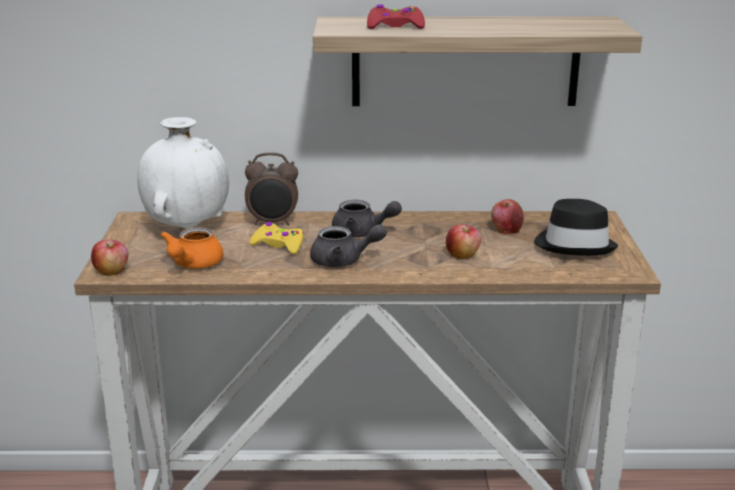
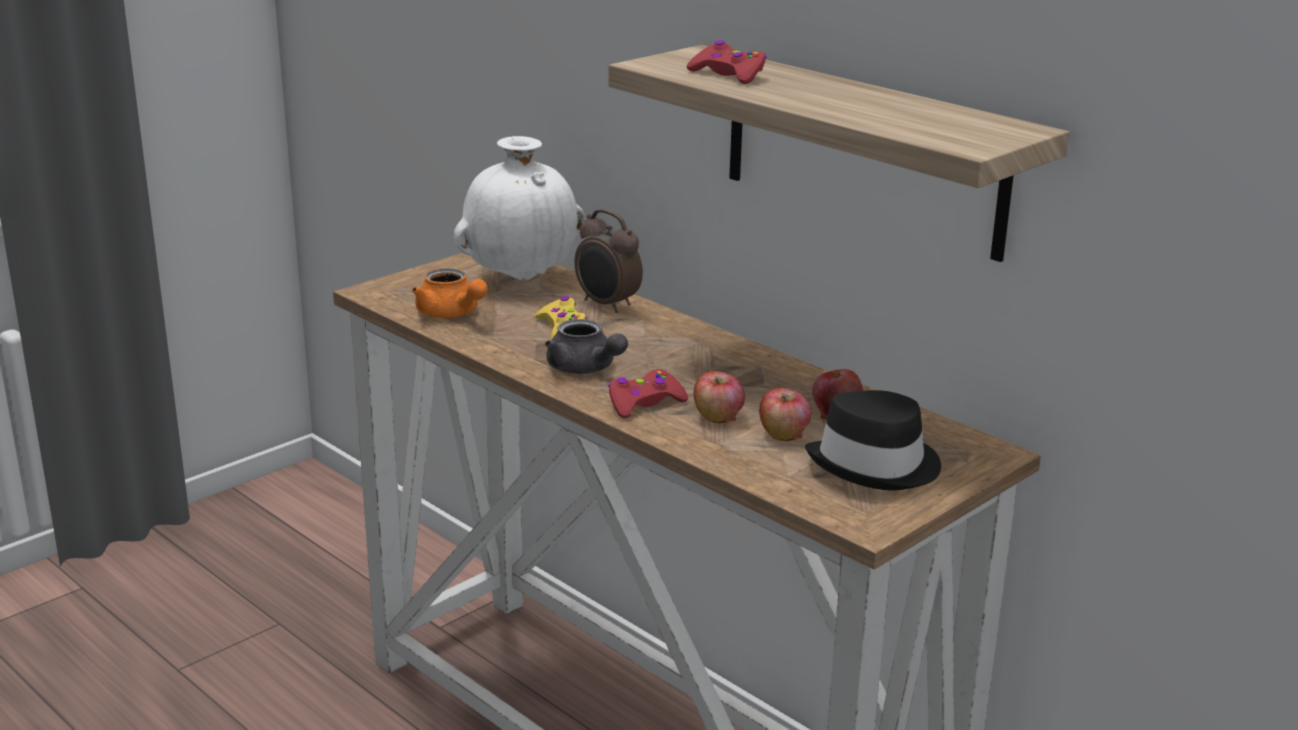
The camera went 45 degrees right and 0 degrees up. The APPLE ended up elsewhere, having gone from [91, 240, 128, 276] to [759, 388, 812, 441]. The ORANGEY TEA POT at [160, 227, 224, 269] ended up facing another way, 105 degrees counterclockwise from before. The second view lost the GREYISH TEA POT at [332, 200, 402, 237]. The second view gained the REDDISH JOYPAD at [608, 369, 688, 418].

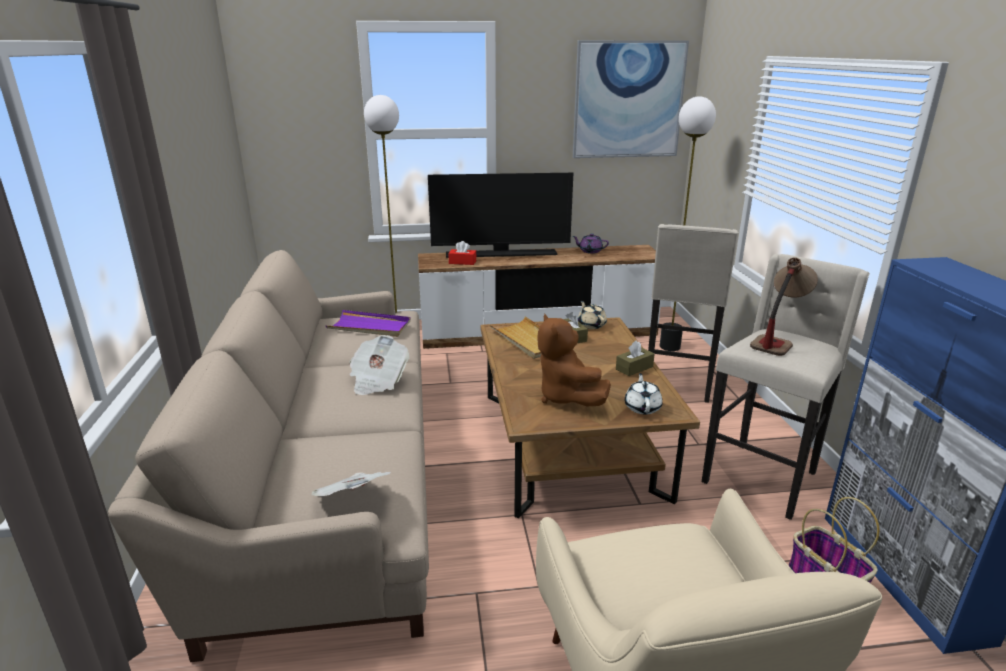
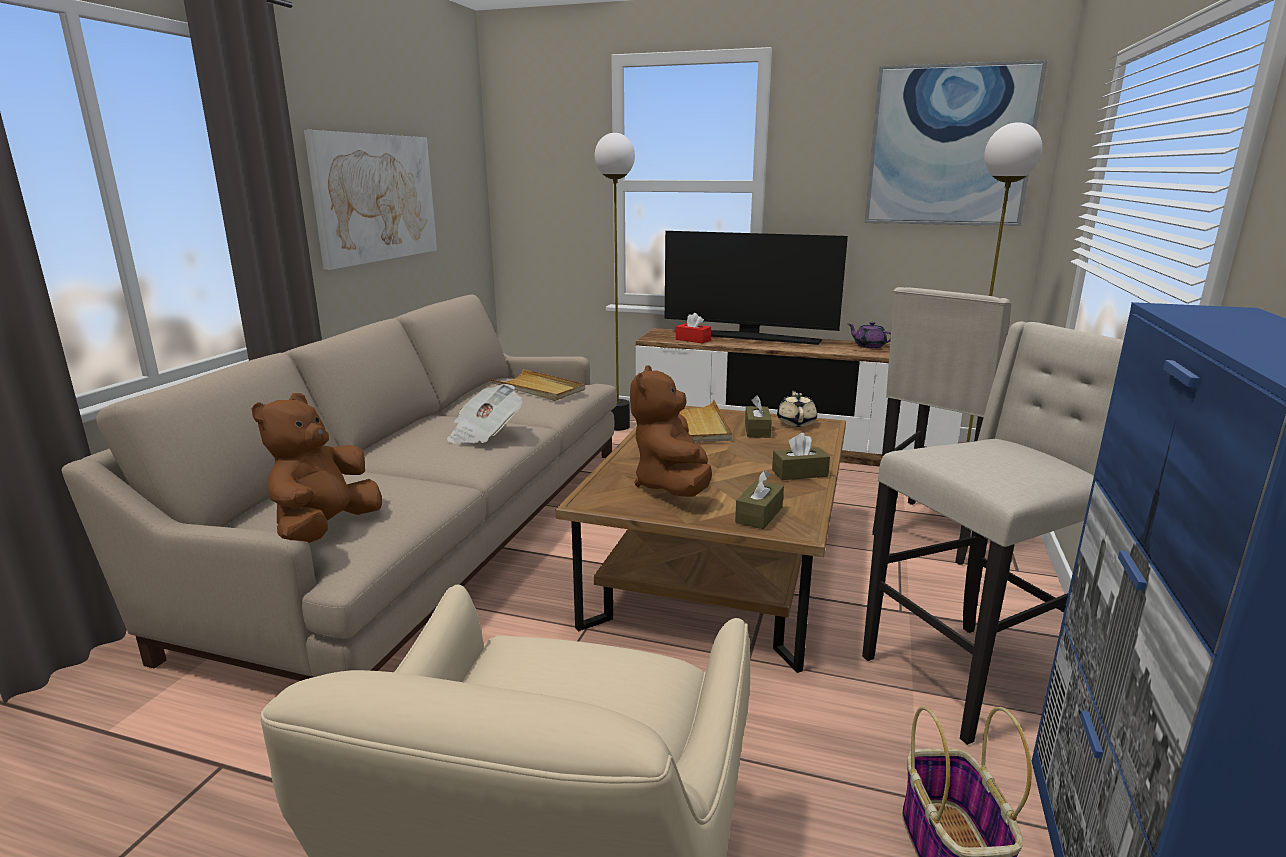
The camera went 25 degrees right and 5 degrees down. Where the NEWSPAPER stood at [311, 472, 391, 496], the BROWN-COLOURED PLUSH TOY came to stand at [252, 393, 382, 543]. What was the PURPLE-COLOURED TRAY at [326, 310, 411, 337] turned into the BEIGE-COLOURED TRAY at [489, 369, 585, 401]. Where the WHITE TEA POT stood at [624, 373, 663, 414], the BROWN-COLOURED TISSUE BOX came to stand at [735, 471, 784, 529]. The second view lost the LAMP FOR A TABLE at [750, 257, 818, 356]. The second view gained the WALL PICTURE at [304, 130, 437, 270].

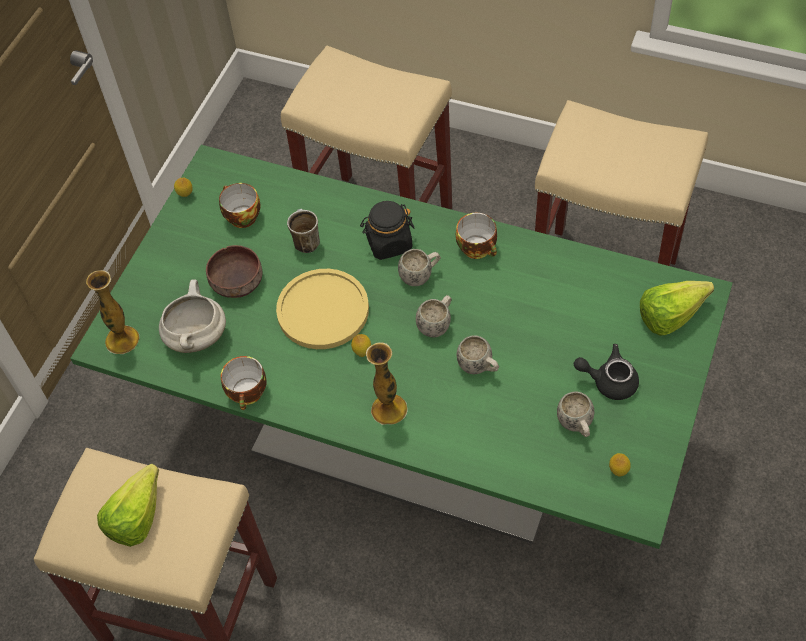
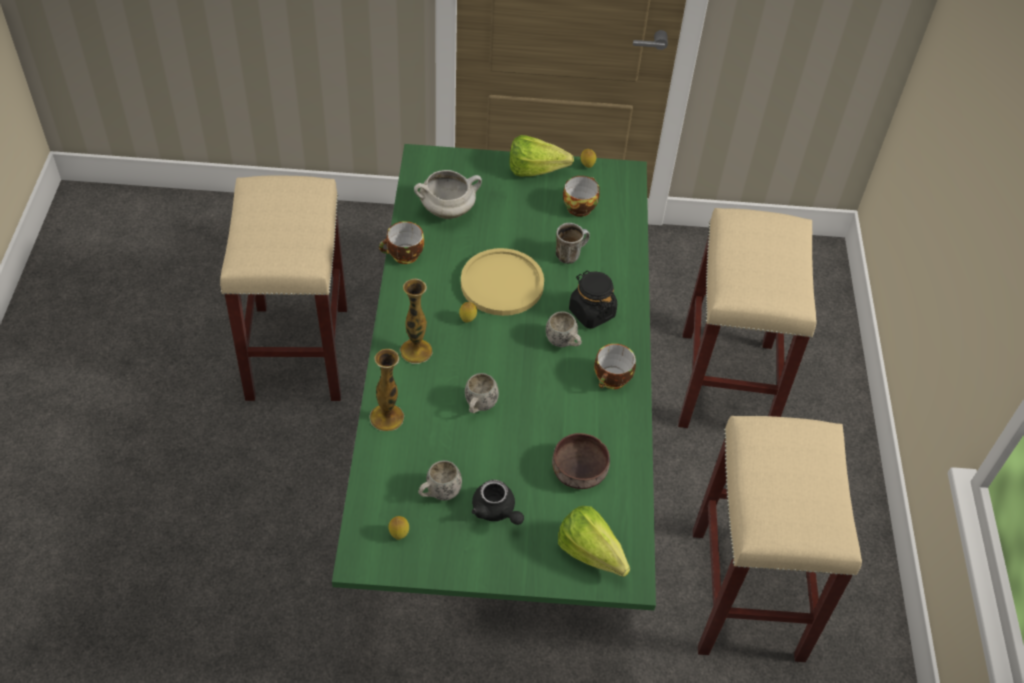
The camera went 65 degrees right and 5 degrees down. The VASE ended up elsewhere, having gone from [86, 270, 139, 354] to [370, 349, 404, 431]. The HEAD OF LETTUCE ended up elsewhere, having gone from [97, 464, 159, 547] to [509, 135, 574, 176]. The BROWN-COLOURED DEEP DISH ended up elsewhere, having gone from [206, 245, 262, 298] to [552, 433, 610, 489]. The second view lost the WHITE COFFEE MUG at [416, 295, 452, 337]. The BLACK TEA POT at [574, 344, 639, 400] ended up facing another way, 150 degrees clockwise from before.

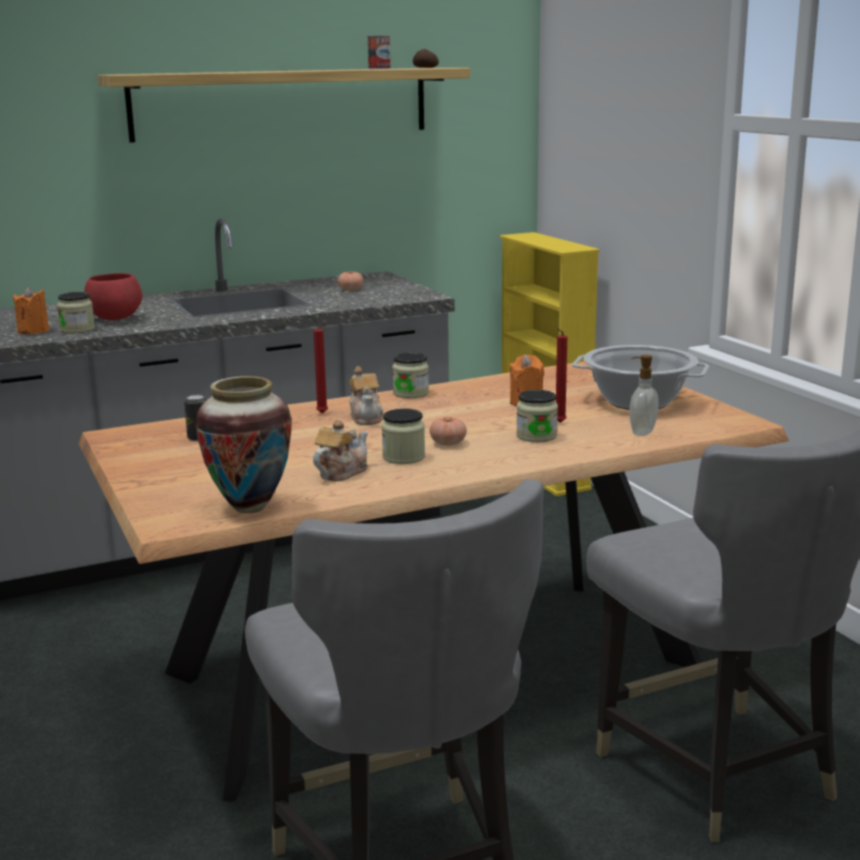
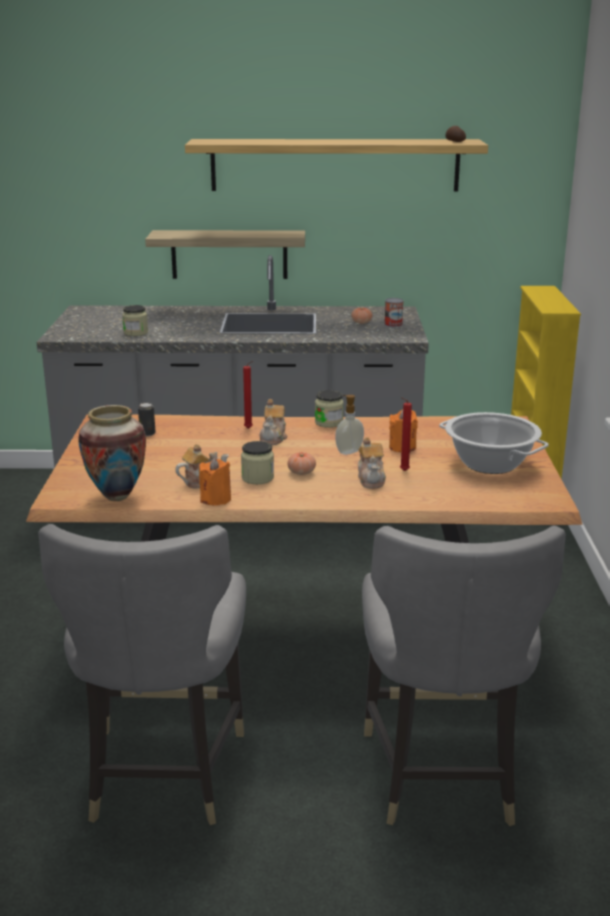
The camera went 25 degrees right and 5 degrees up. The ORANGEY WAX LIGHT ended up elsewhere, having gone from [13, 287, 49, 334] to [199, 457, 231, 505]. The second view lost the REDDISH DEEP DISH at [84, 273, 142, 320]. The SEALED CAN ended up elsewhere, having gone from [367, 35, 391, 69] to [384, 298, 404, 327]. Where the JAR stood at [516, 390, 558, 442], the TEA POT came to stand at [358, 437, 386, 488]. The SOAP DISPENSER ended up elsewhere, having gone from [630, 355, 659, 436] to [335, 395, 364, 455]. The second view gained the SHELF at [145, 230, 305, 279].

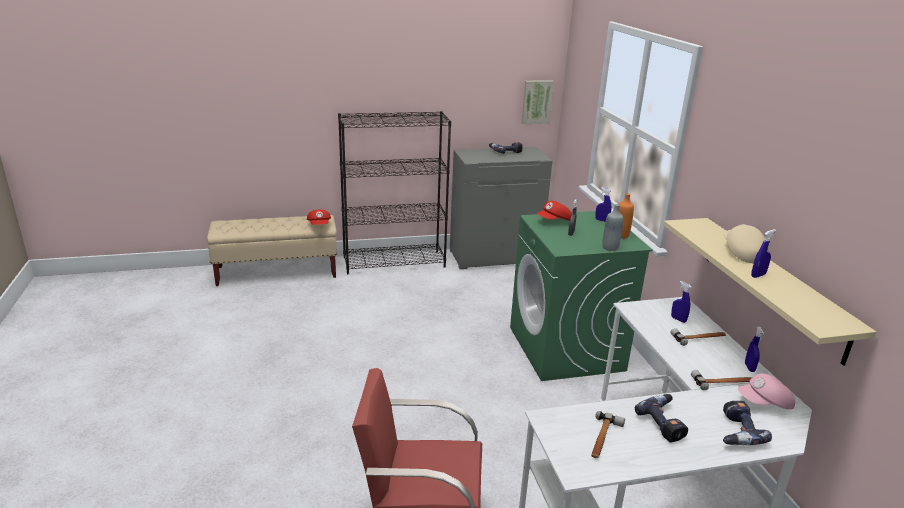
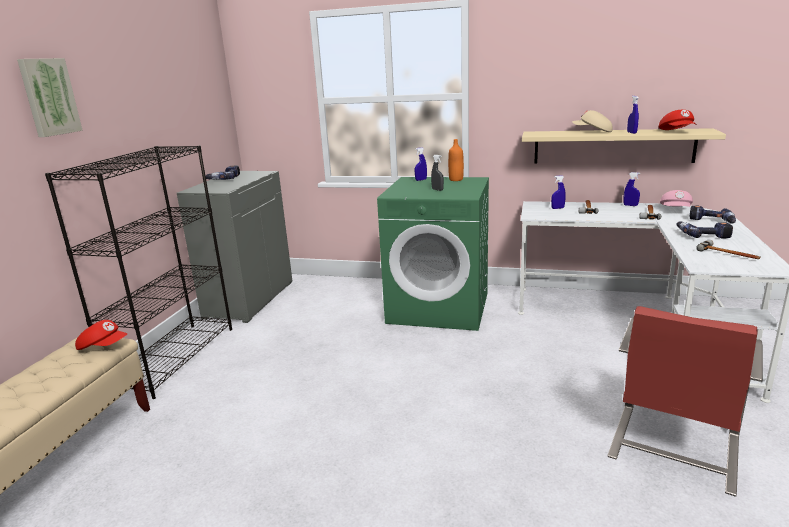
The camera went 60 degrees left and 5 degrees down. The WALL PICTURE ended up elsewhere, having gone from [522, 80, 554, 124] to [17, 58, 83, 137]. The REDDISH CAP ended up elsewhere, having gone from [537, 201, 572, 221] to [659, 110, 697, 130]. The second view lost the GREYISH BEVERAGE BOTTLE at [602, 204, 623, 251].

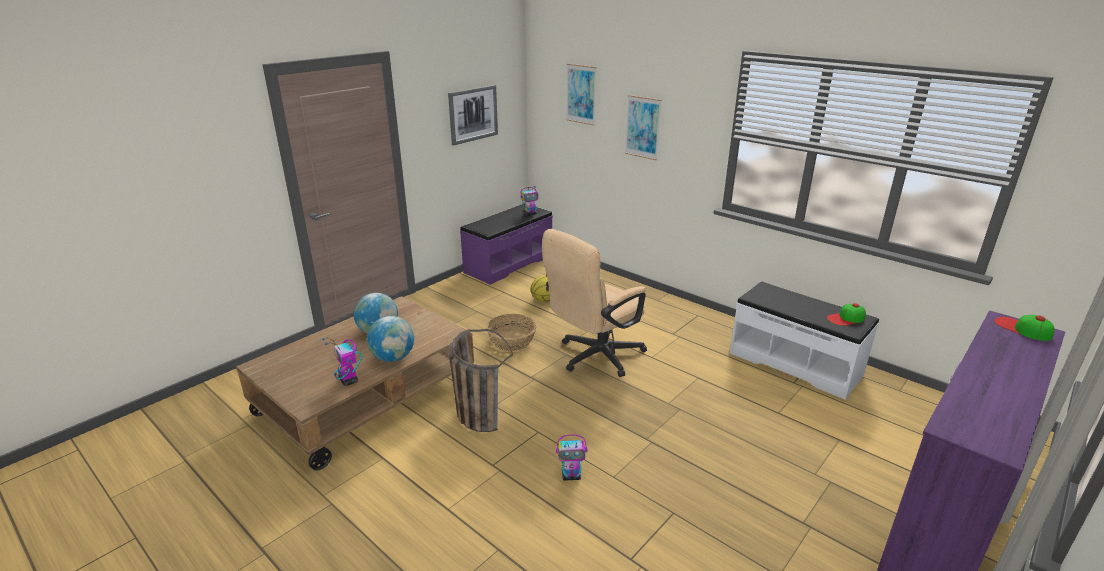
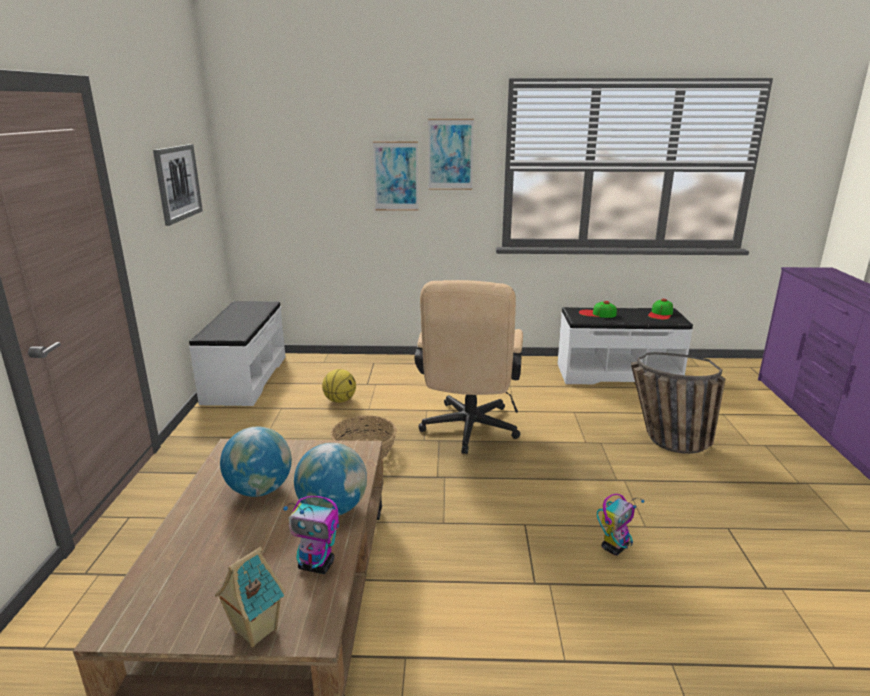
The camera went 40 degrees left and 5 degrees down. The HOUSEHOLD BASKET ended up elsewhere, having gone from [448, 329, 513, 432] to [631, 352, 726, 454]. What was the PURPLE-COLOURED LONG SEAT at [460, 204, 553, 285] turned into the WHITE LONG SEAT at [189, 301, 286, 406]. The second view lost the ROBOT FIGURE at [521, 186, 538, 216]. The WALL PICTURE ended up elsewhere, having gone from [566, 63, 597, 125] to [428, 119, 474, 190]. The CAP ended up elsewhere, having gone from [994, 315, 1055, 341] to [579, 301, 617, 318]. The second view gained the MINIATURE HOUSE at [215, 547, 286, 647].

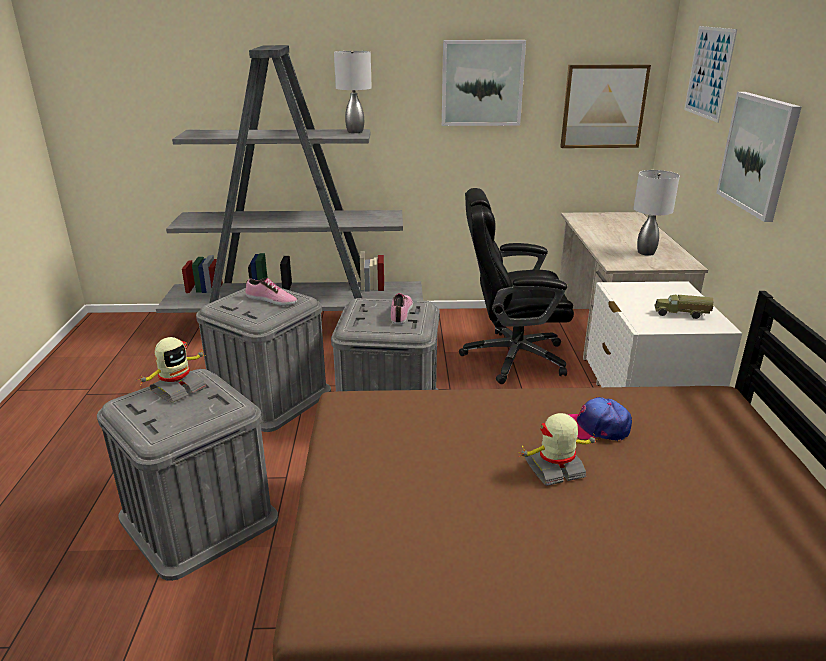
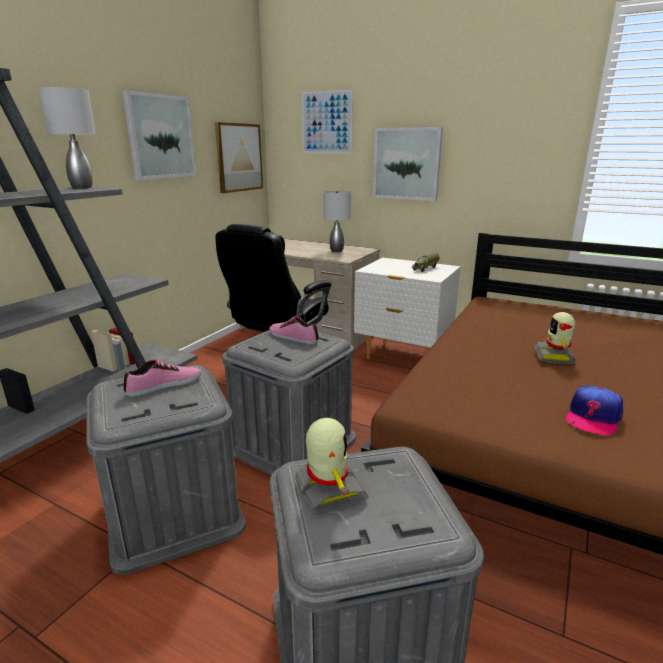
The camera went 60 degrees left and 5 degrees down. The CAP ended up elsewhere, having gone from [568, 397, 632, 441] to [566, 386, 623, 436].

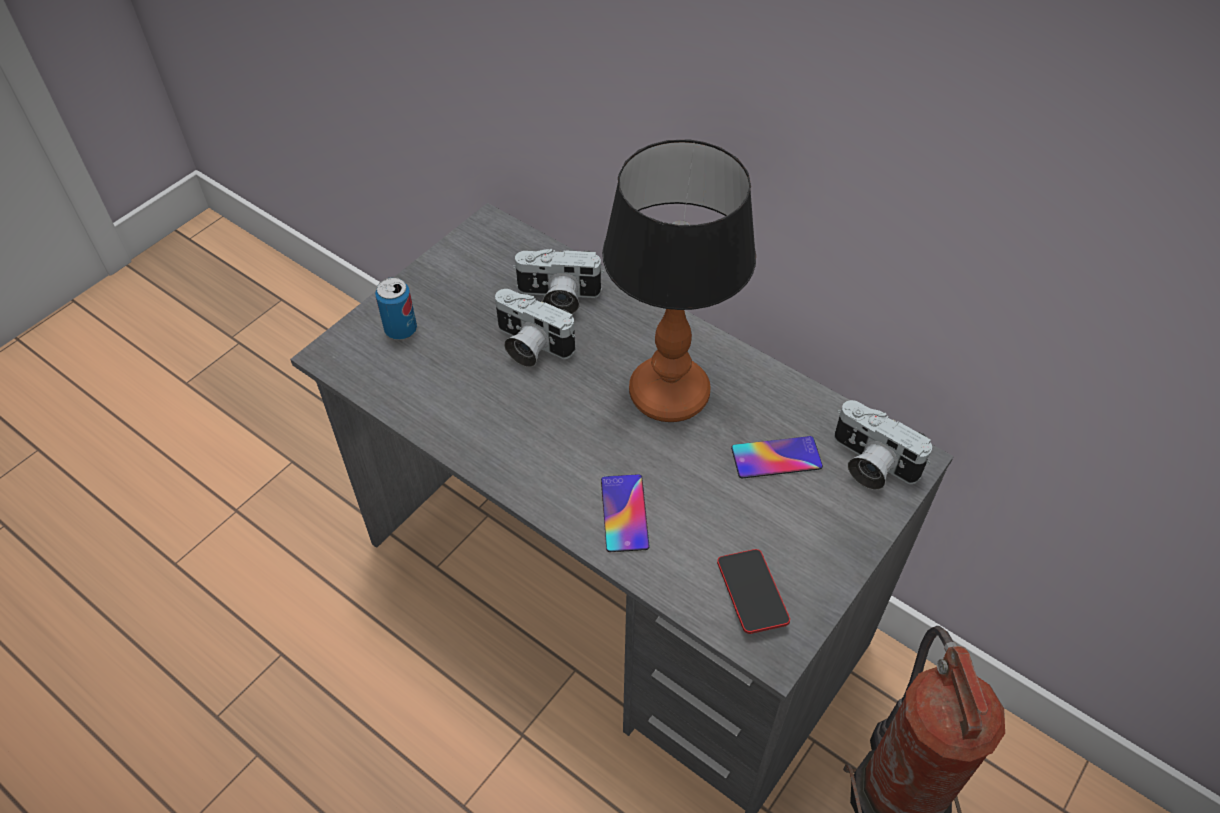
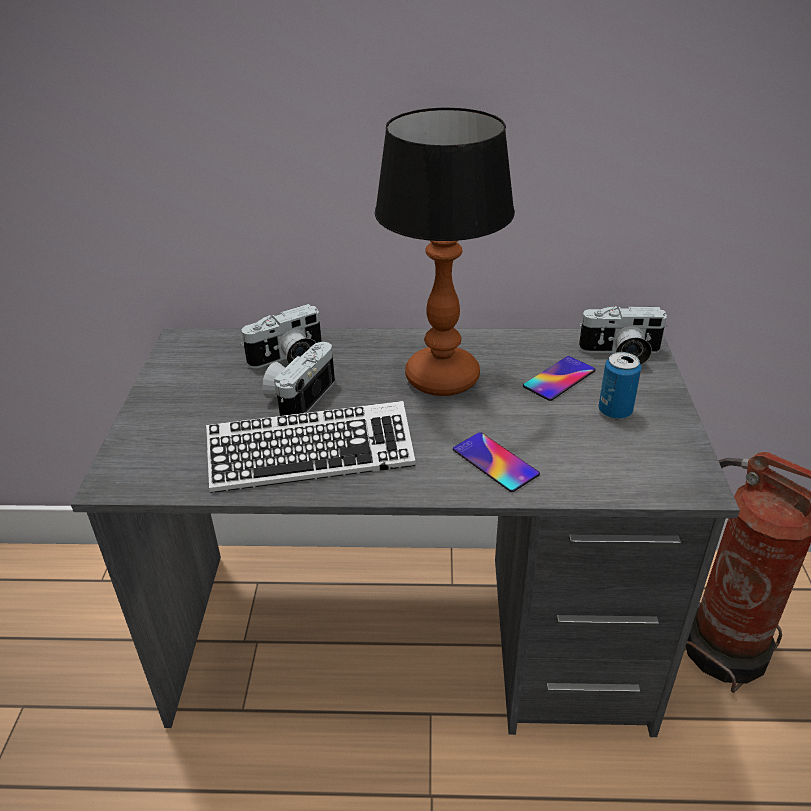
The camera went 35 degrees left and 15 degrees down. The SEALED CAN ended up elsewhere, having gone from [375, 277, 417, 340] to [599, 352, 641, 420]. The STILL CAMERA at [495, 289, 576, 367] ended up facing another way, 120 degrees clockwise from before. The second view lost the PHONE at [717, 549, 790, 634]. The second view gained the COMPUTER KEYBOARD at [206, 401, 415, 493].

